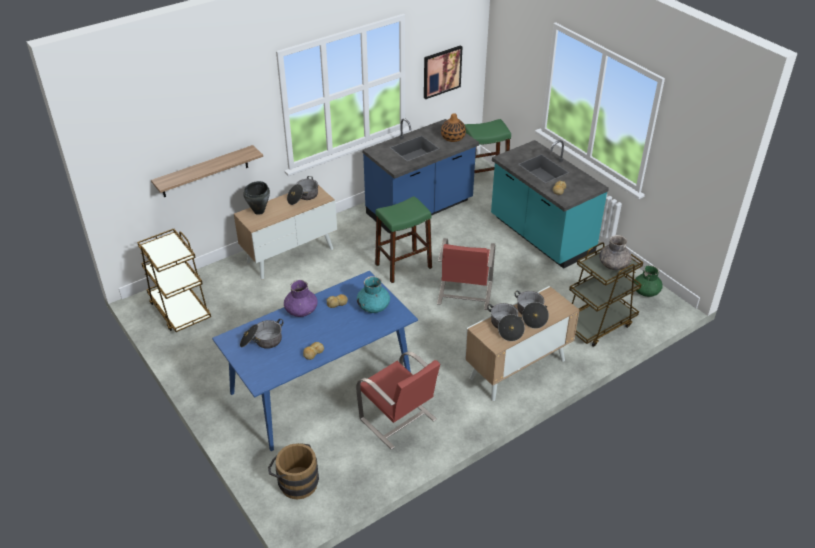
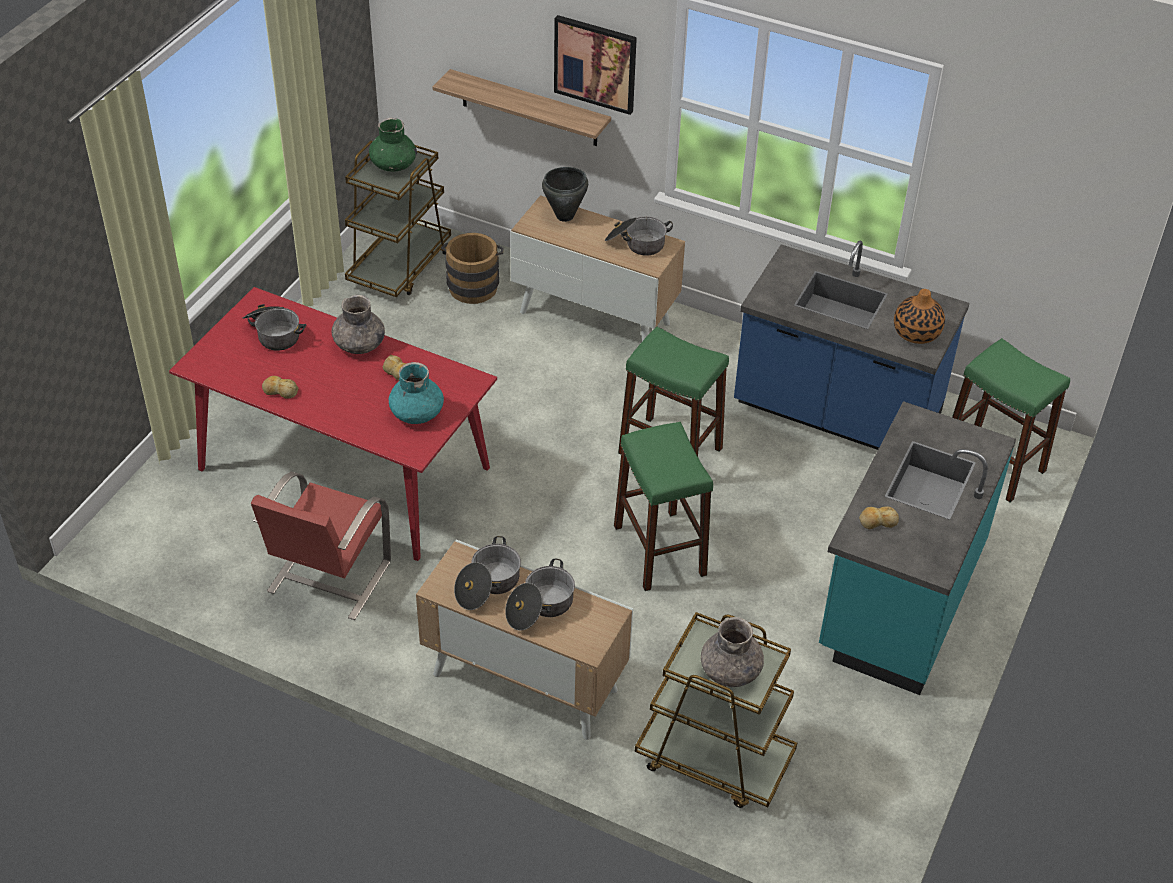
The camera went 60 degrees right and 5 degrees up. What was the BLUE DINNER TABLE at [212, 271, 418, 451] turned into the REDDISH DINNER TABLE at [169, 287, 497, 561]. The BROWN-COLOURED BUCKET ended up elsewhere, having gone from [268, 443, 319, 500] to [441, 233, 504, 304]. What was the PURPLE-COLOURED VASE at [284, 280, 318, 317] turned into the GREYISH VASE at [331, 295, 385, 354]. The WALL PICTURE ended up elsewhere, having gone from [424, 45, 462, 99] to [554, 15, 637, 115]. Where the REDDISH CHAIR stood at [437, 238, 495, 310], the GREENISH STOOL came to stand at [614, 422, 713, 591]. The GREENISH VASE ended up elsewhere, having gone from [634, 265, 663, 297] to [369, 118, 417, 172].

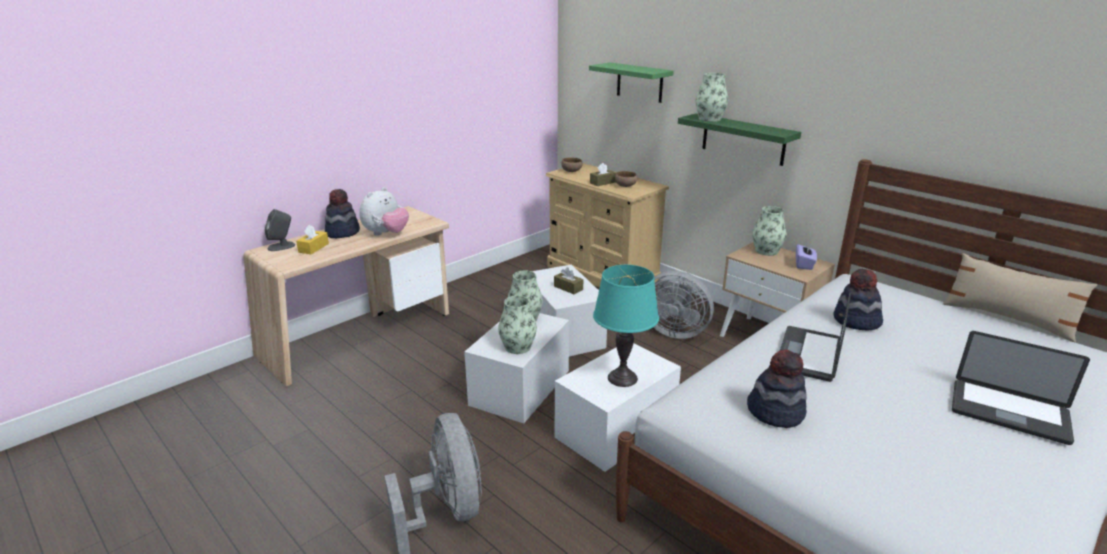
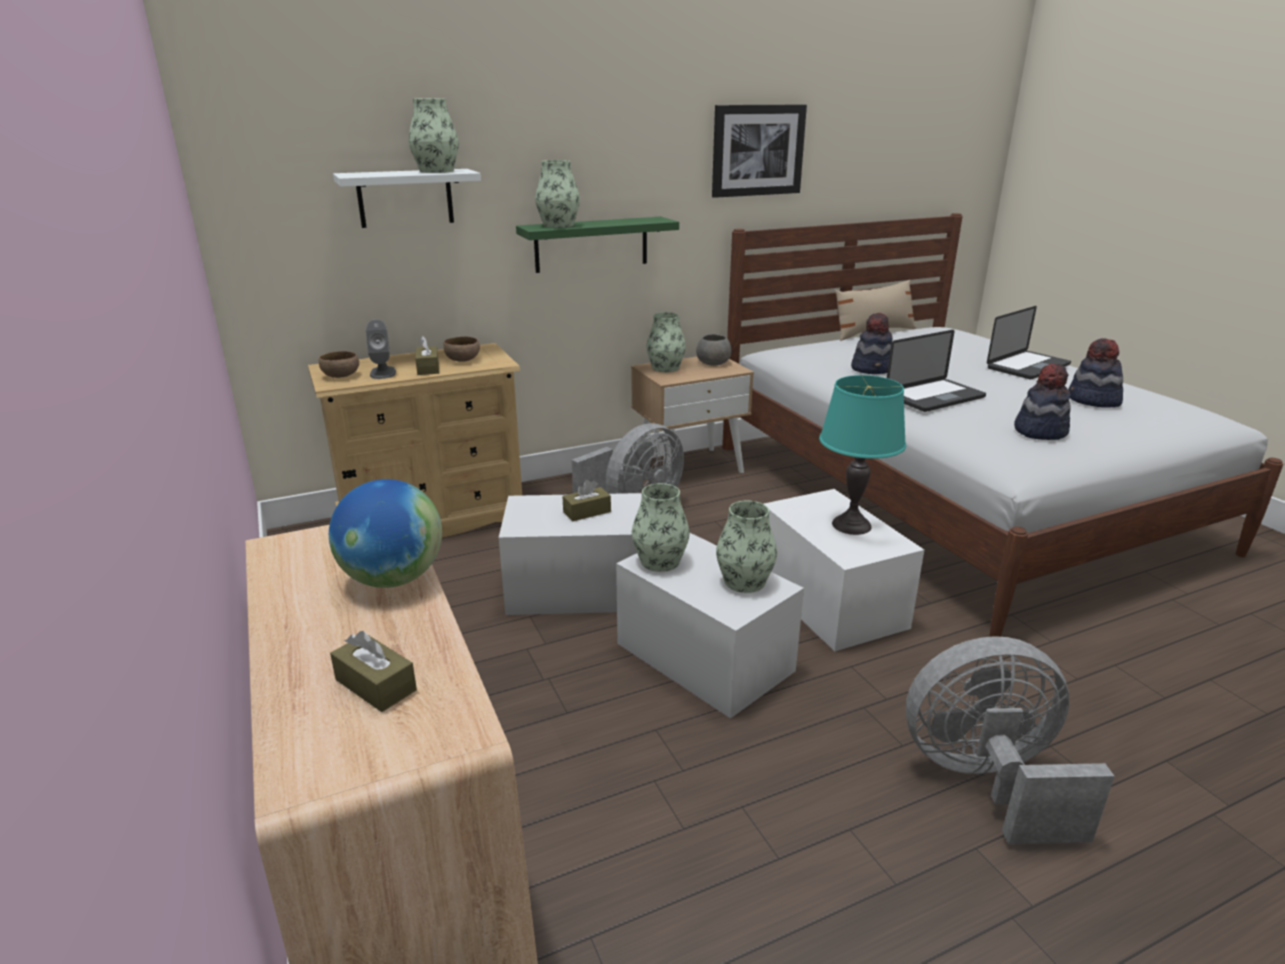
The camera went 70 degrees left and 0 degrees up. The GREYISH LOUDSPEAKER ended up elsewhere, having gone from [265, 209, 295, 251] to [366, 319, 396, 379]. What was the YELLOWISH TISSUE BOX at [296, 225, 329, 254] turned into the BROWN-COLOURED TISSUE BOX at [330, 631, 417, 712]. The WEARABLE HAT ended up elsewhere, having gone from [325, 189, 360, 238] to [1068, 338, 1123, 408]. Where the PLUSH TOY stood at [359, 187, 409, 236], the GLOBE came to stand at [329, 479, 442, 588]. What was the GREENISH SHELF at [589, 62, 674, 103] turned into the WHITE SHELF at [333, 169, 481, 228]. The NOTEBOOK COMPUTER at [780, 292, 851, 382] ended up facing another way, 75 degrees counterclockwise from before. Where the PURPLE-COLOURED TISSUE BOX stood at [796, 244, 817, 270], the GREYISH DEEP DISH came to stand at [696, 334, 731, 365]. The second view gained the VASE at [408, 98, 459, 173]. The second view gained the WALL PICTURE at [712, 105, 807, 198].

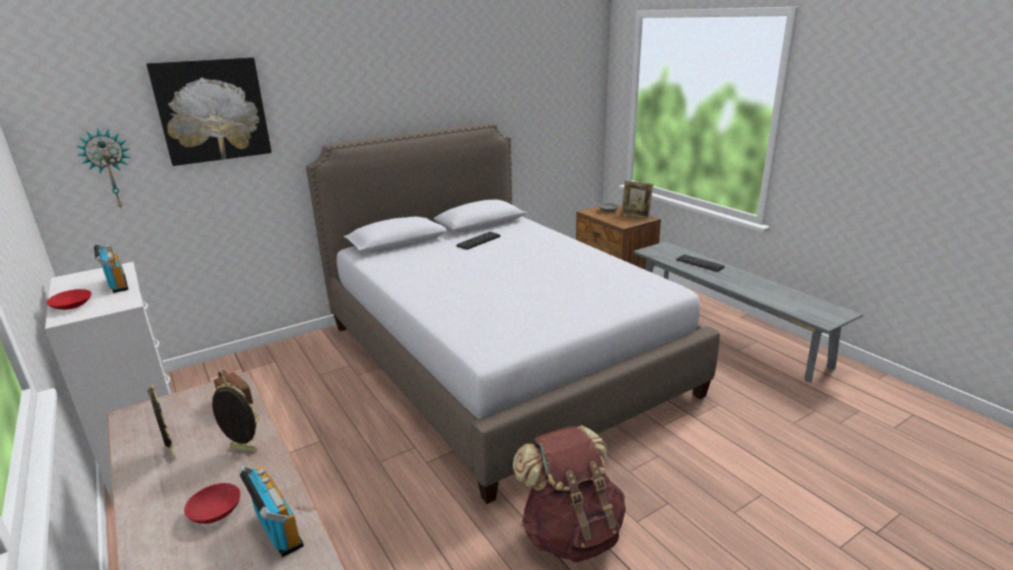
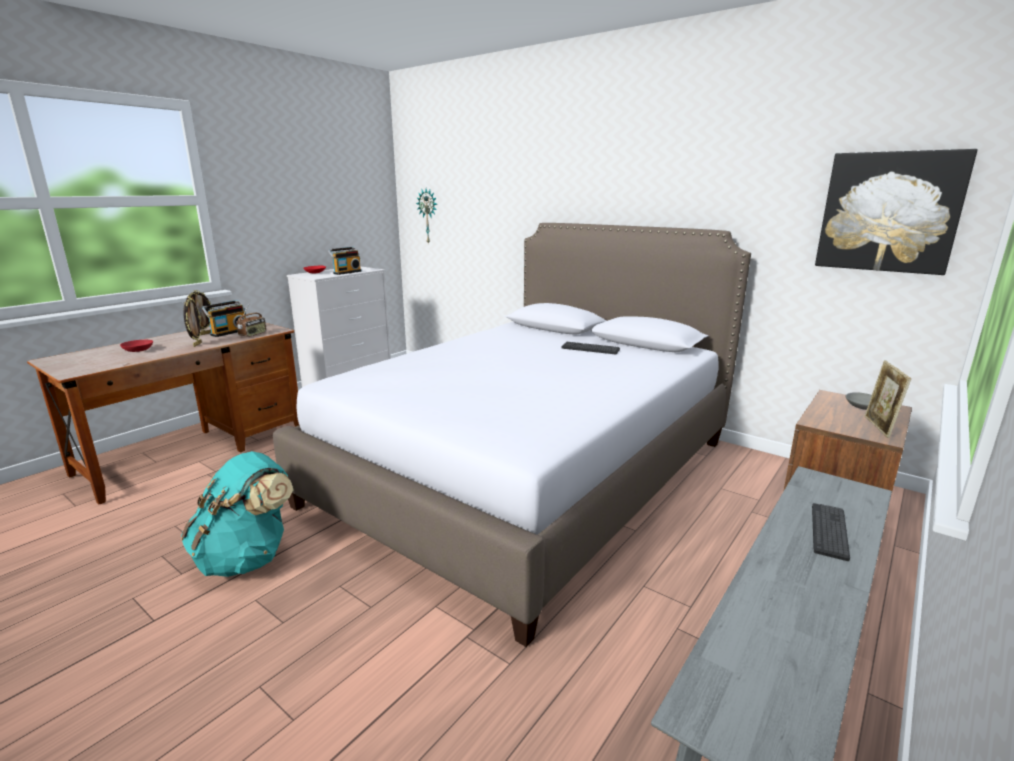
The camera went 70 degrees right and 5 degrees down. The WALL PICTURE ended up elsewhere, having gone from [146, 57, 272, 166] to [815, 149, 977, 275]. The RADIO ended up elsewhere, having gone from [238, 466, 304, 557] to [202, 300, 246, 337]. What was the BROWN-COLOURED RUCKSACK at [513, 425, 626, 562] turned into the BLUE-GREEN RUCKSACK at [181, 451, 294, 577].

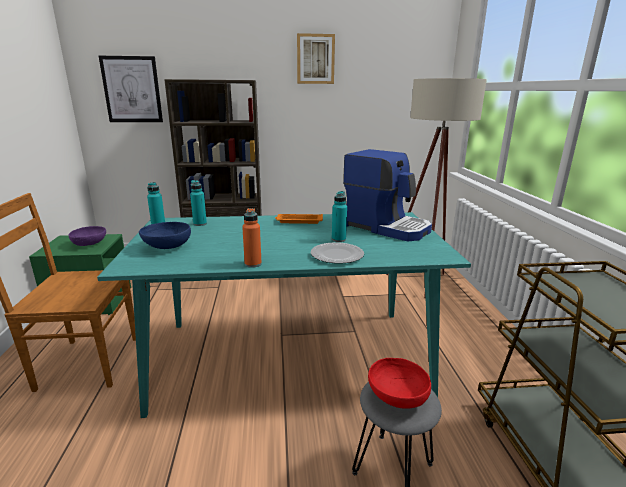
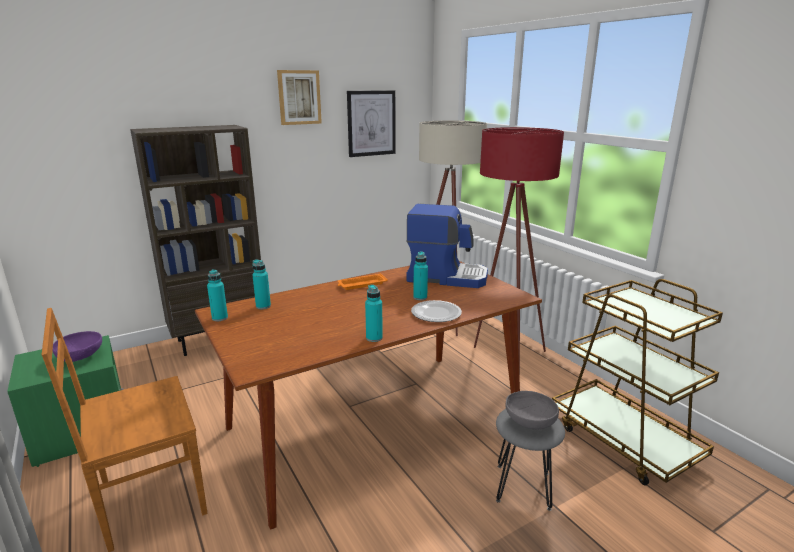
The camera went 25 degrees left and 0 degrees up. What was the BLUE-GREEN DINNER TABLE at [97, 212, 471, 418] turned into the BROWN-COLOURED DINNER TABLE at [195, 261, 542, 530]. The WALL PICTURE ended up elsewhere, having gone from [99, 56, 163, 122] to [347, 90, 395, 157]. The second view lost the BLUE DEEP DISH at [139, 222, 191, 249]. What was the ORANGEY BEVERAGE BOTTLE at [242, 208, 262, 268] turned into the BLUE-GREEN BEVERAGE BOTTLE at [365, 284, 383, 342]. What was the REDDISH DEEP DISH at [368, 358, 431, 408] turned into the GREYISH DEEP DISH at [505, 391, 559, 429]. The second view gained the REDDISH STANDING LAMP at [474, 127, 564, 379].

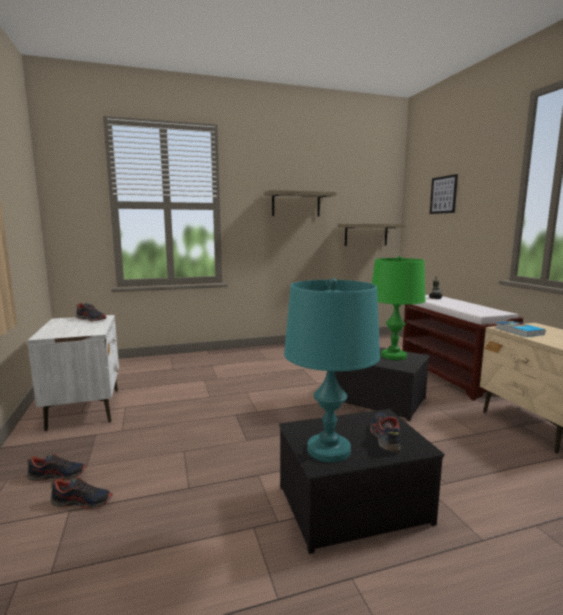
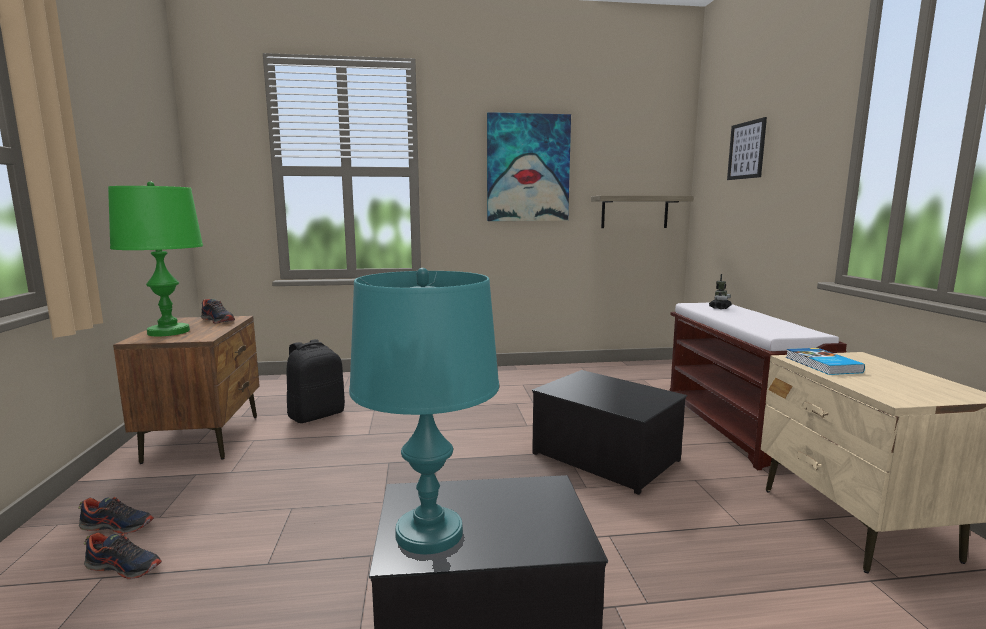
The camera went 10 degrees right and 0 degrees up. What was the WHITE NIGHTSTAND at [27, 315, 119, 431] turned into the BROWN-COLOURED NIGHTSTAND at [113, 316, 260, 464]. Where the SHELF hung at [264, 190, 336, 217], the WALL PICTURE came to hang at [487, 112, 571, 221]. The second view lost the LOW SHOE at [370, 412, 401, 451]. The GREENISH LAMP FOR A TABLE ended up elsewhere, having gone from [372, 256, 426, 360] to [108, 181, 203, 336]. The second view gained the BLACK RUCKSACK at [287, 339, 345, 423].

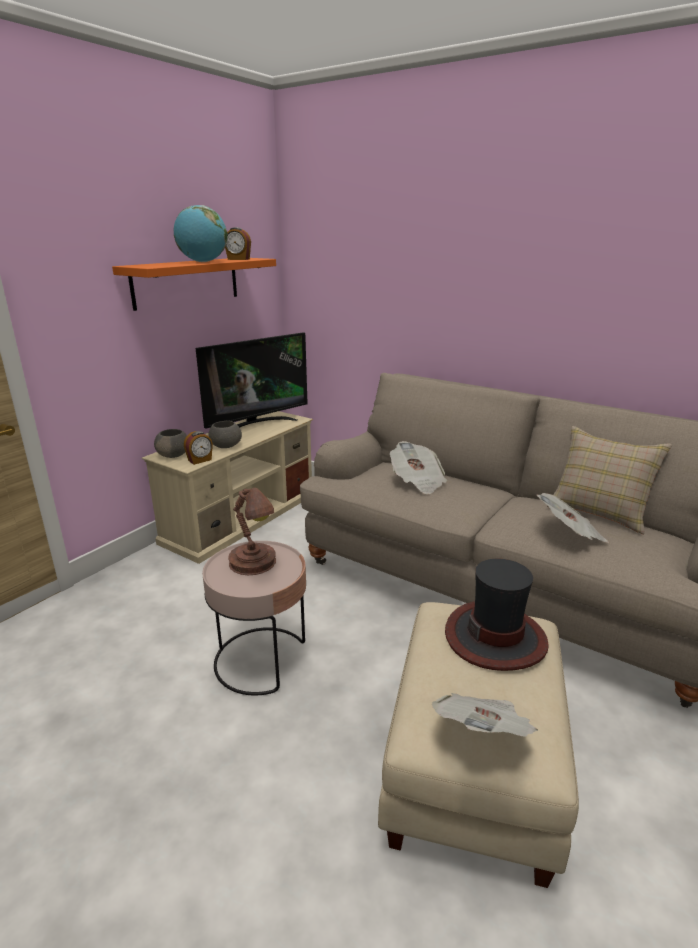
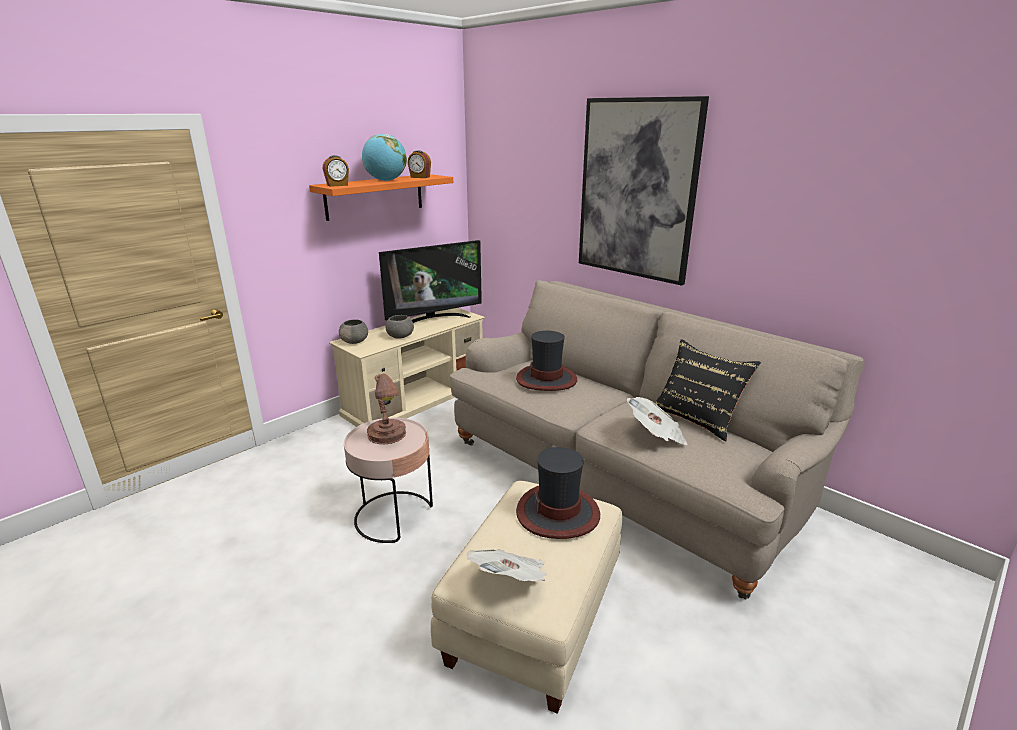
The camera went 10 degrees right and 0 degrees up. The TABLE CLOCK ended up elsewhere, having gone from [184, 431, 213, 465] to [323, 155, 349, 187]. Where the NEWSPAPER stood at [390, 441, 447, 495], the WEARABLE HAT came to stand at [516, 331, 577, 391]. What was the BEIGE-COLOURED PILLOW at [547, 426, 672, 534] turned into the BLACK PILLOW at [655, 339, 761, 441]. The second view gained the WALL PICTURE at [579, 96, 709, 286].

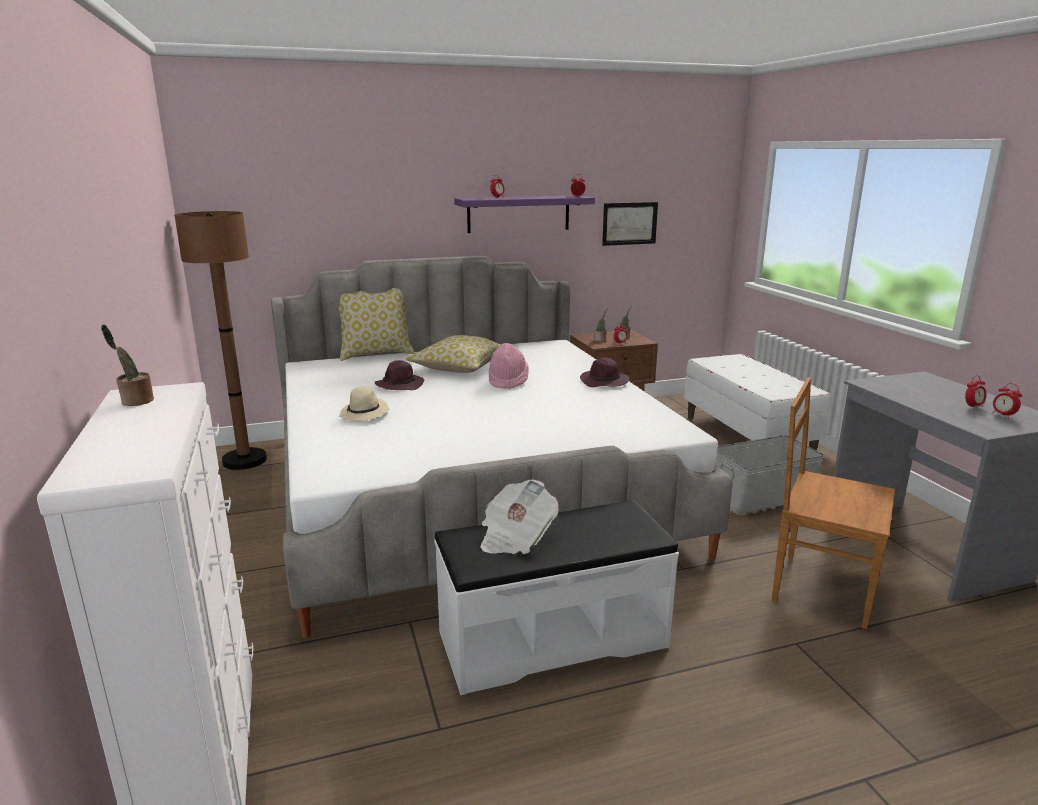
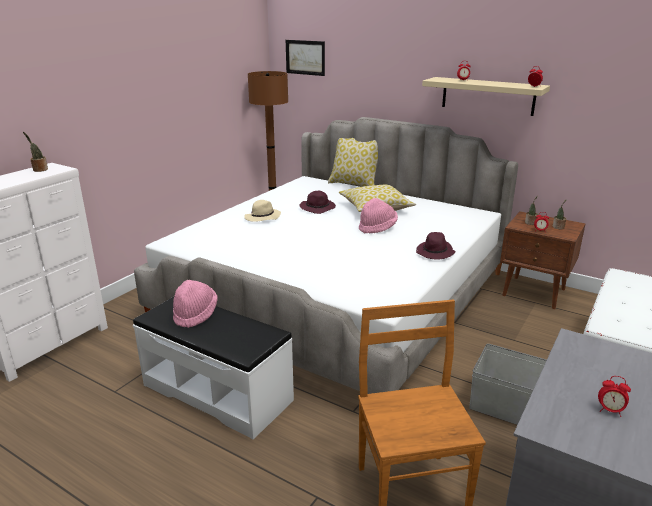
The camera went 50 degrees right and 5 degrees up. What was the PURPLE-COLOURED SHELF at [454, 195, 595, 233] turned into the BEIGE-COLOURED SHELF at [422, 77, 550, 116]. Where the NEWSPAPER stood at [480, 480, 559, 554], the PINK WEARABLE HAT came to stand at [173, 280, 218, 328]. The WALL PICTURE ended up elsewhere, having gone from [602, 202, 658, 246] to [286, 40, 325, 76]. The second view lost the TABLE CLOCK at [992, 383, 1022, 419].

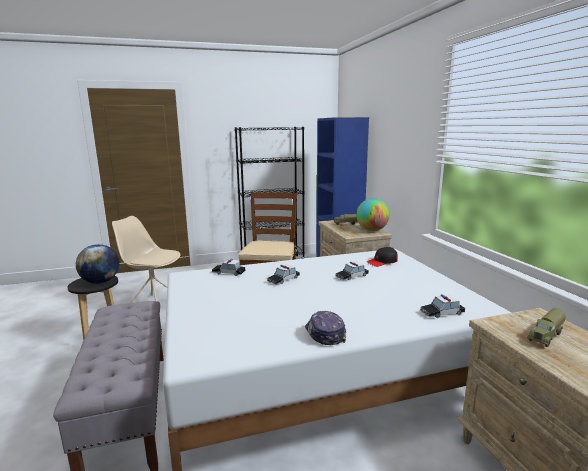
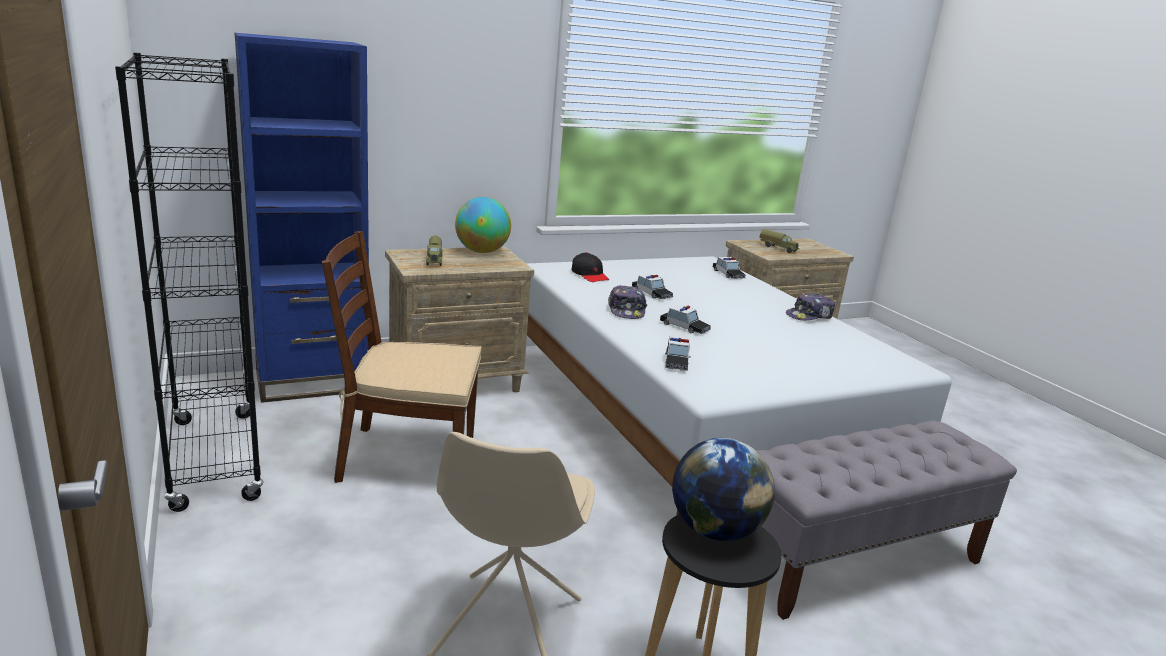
The camera went 100 degrees left and 5 degrees up. The second view gained the CAP at [608, 285, 647, 319].

